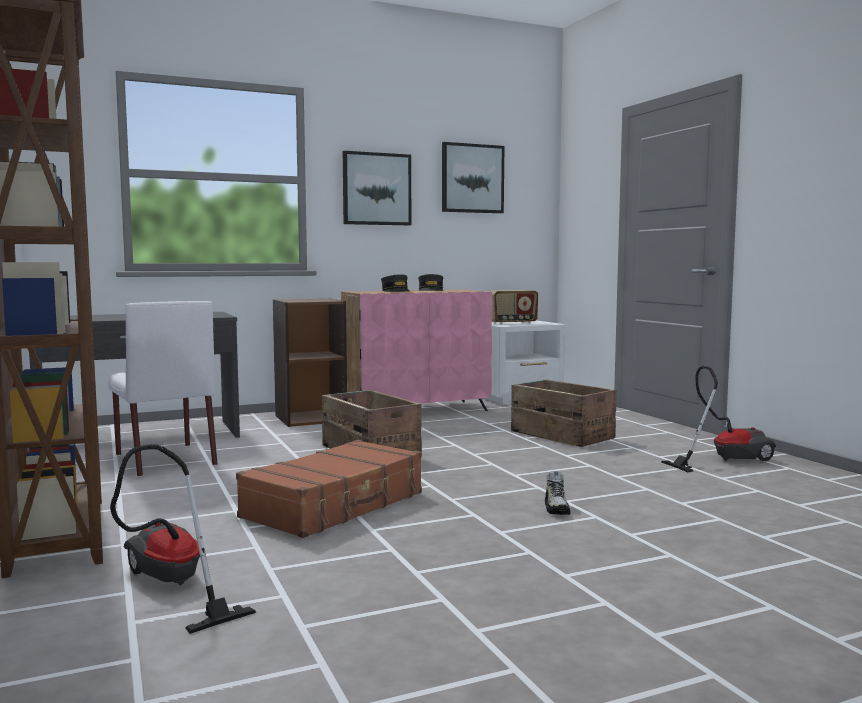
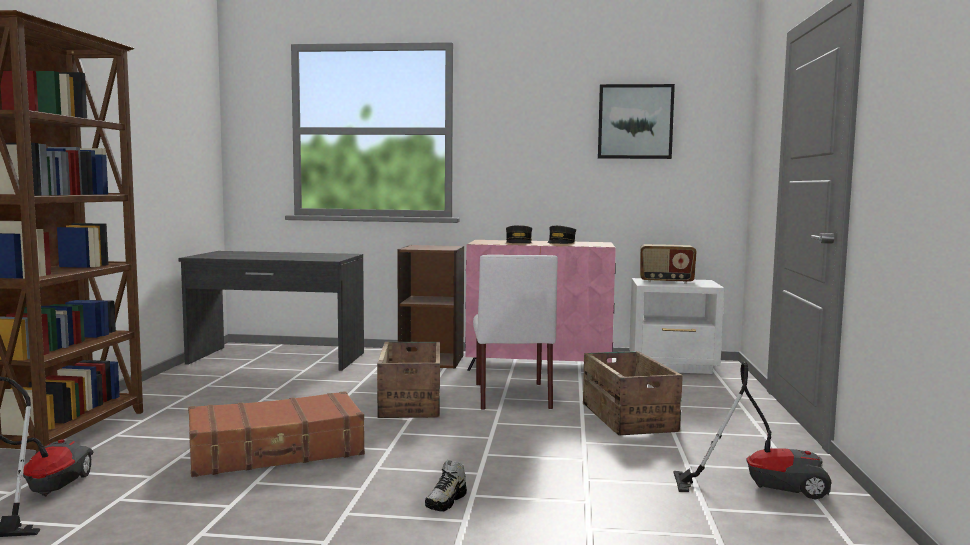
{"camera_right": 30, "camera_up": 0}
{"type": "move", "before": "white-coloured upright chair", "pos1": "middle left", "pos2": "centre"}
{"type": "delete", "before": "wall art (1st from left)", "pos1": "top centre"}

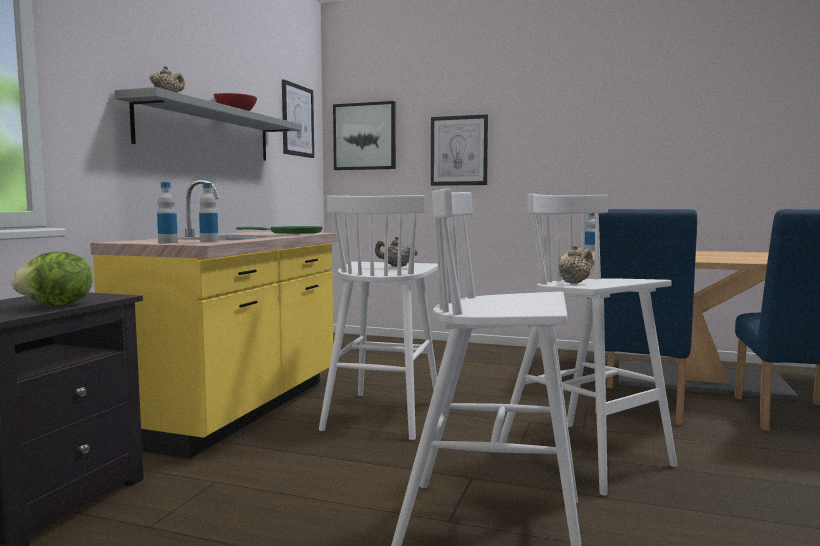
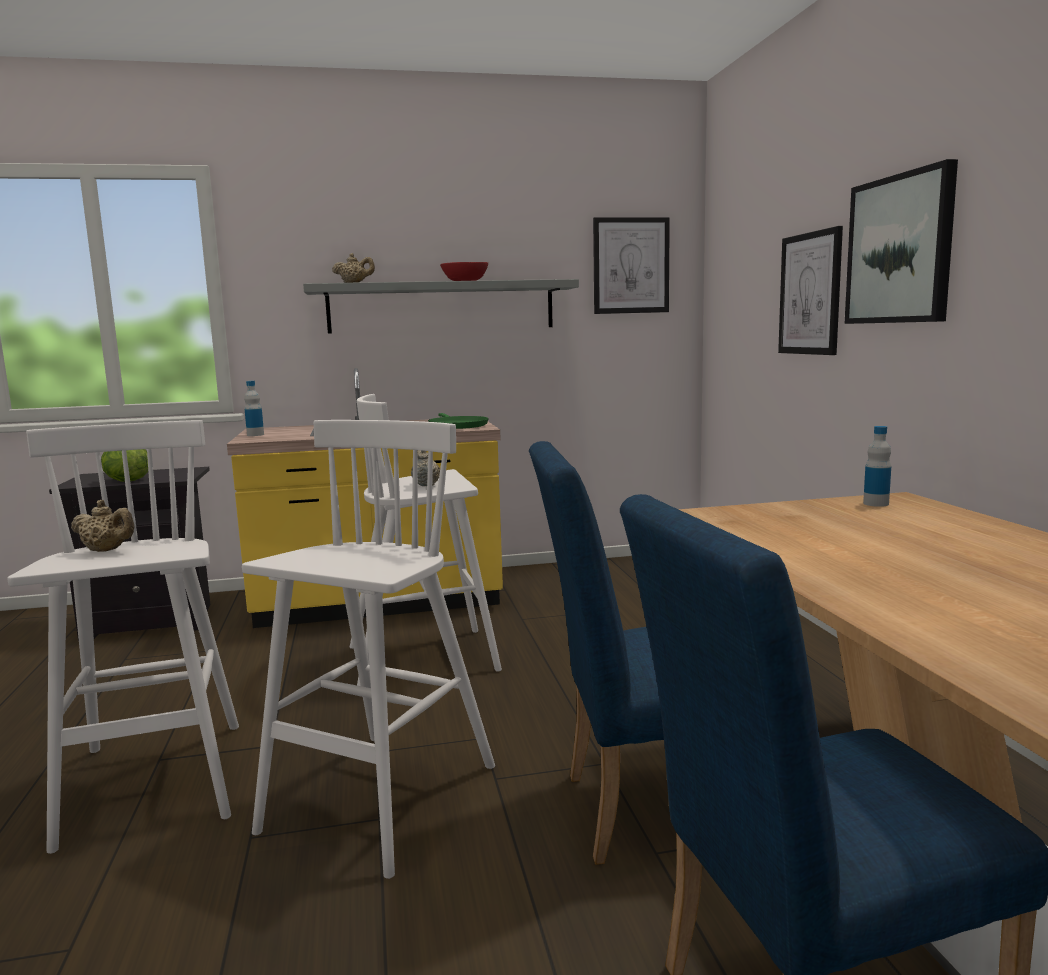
{"camera_right": 60, "camera_up": 5}
{"type": "move", "before": "beige tea pot (3rd from left in the first image)", "after": "beige tea pot (1st from left)", "pos1": "middle right", "pos2": "middle left"}
{"type": "move", "before": "wall art (2nd from left in the first image)", "after": "wall art (3rd from left)", "pos1": "top centre", "pos2": "top right"}
{"type": "delete", "before": "drink bottle (2nd from left)", "pos1": "middle left"}

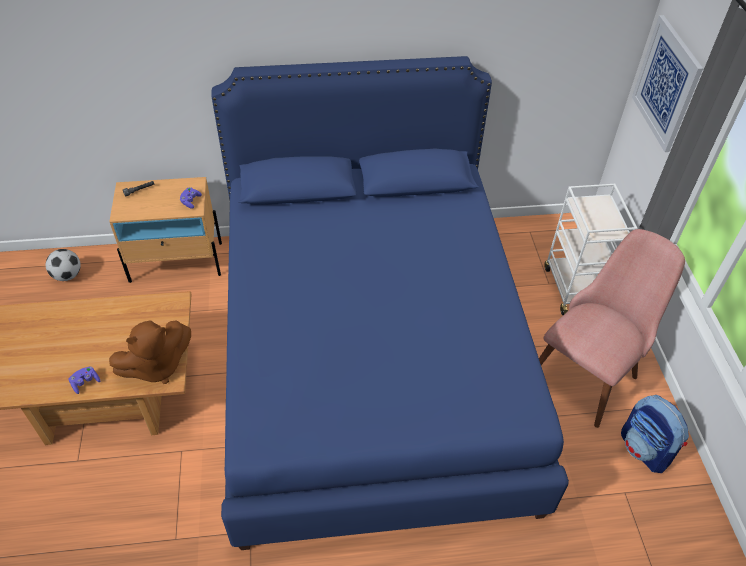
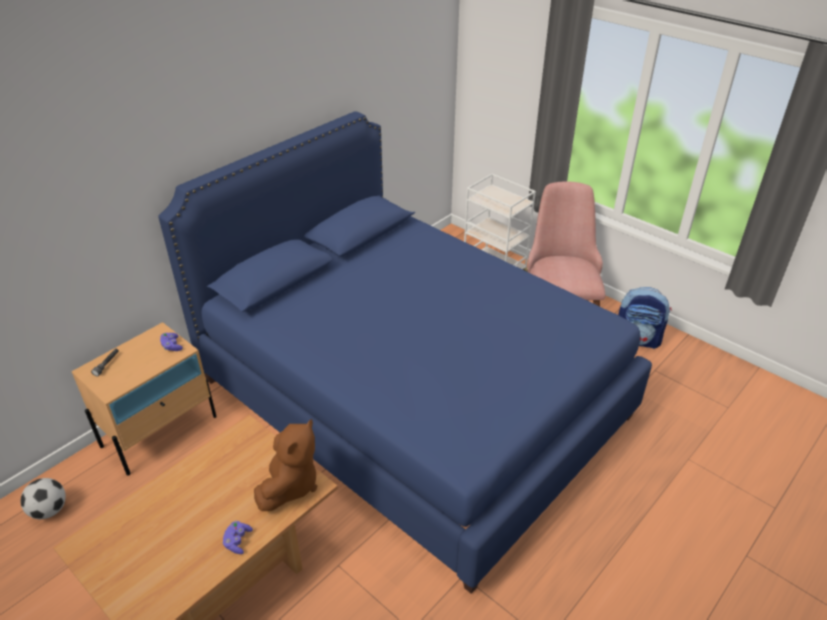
{"camera_right": -40, "camera_up": -10}
{"type": "delete", "before": "wall art", "pos1": "top right"}

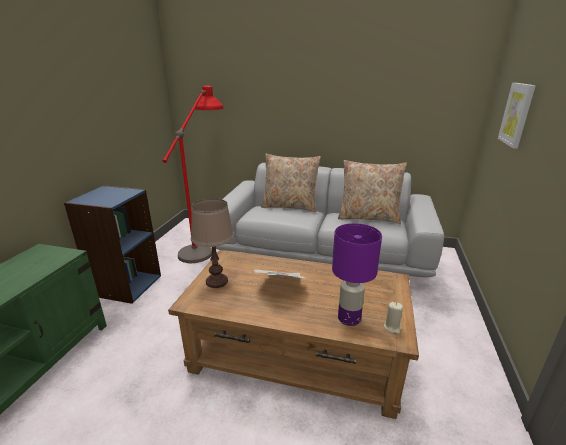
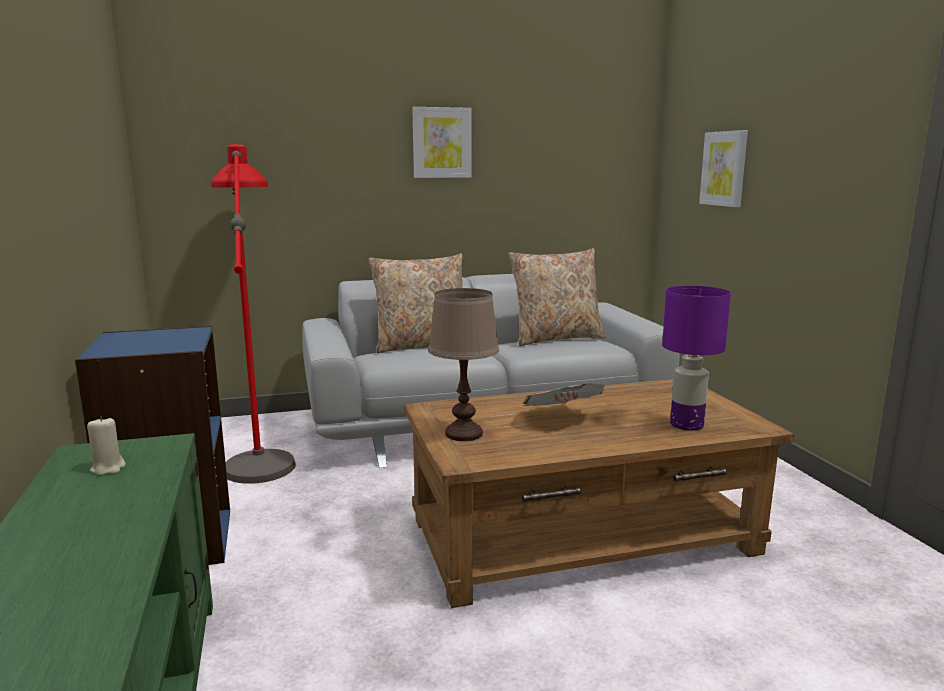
{"camera_right": -30, "camera_up": -10}
{"type": "move", "before": "beige wax light", "pos1": "bottom right", "pos2": "middle left"}
{"type": "insert", "after": "wall art (1st from left)", "pos2": "top centre"}

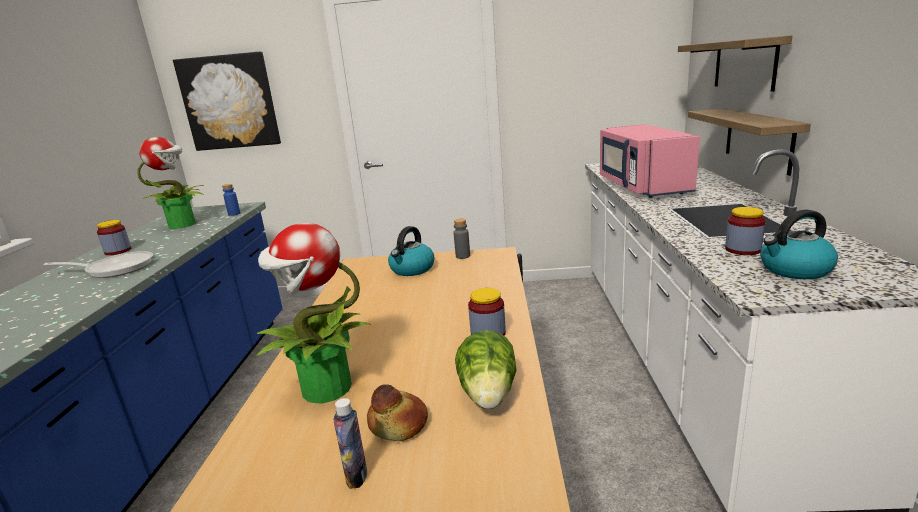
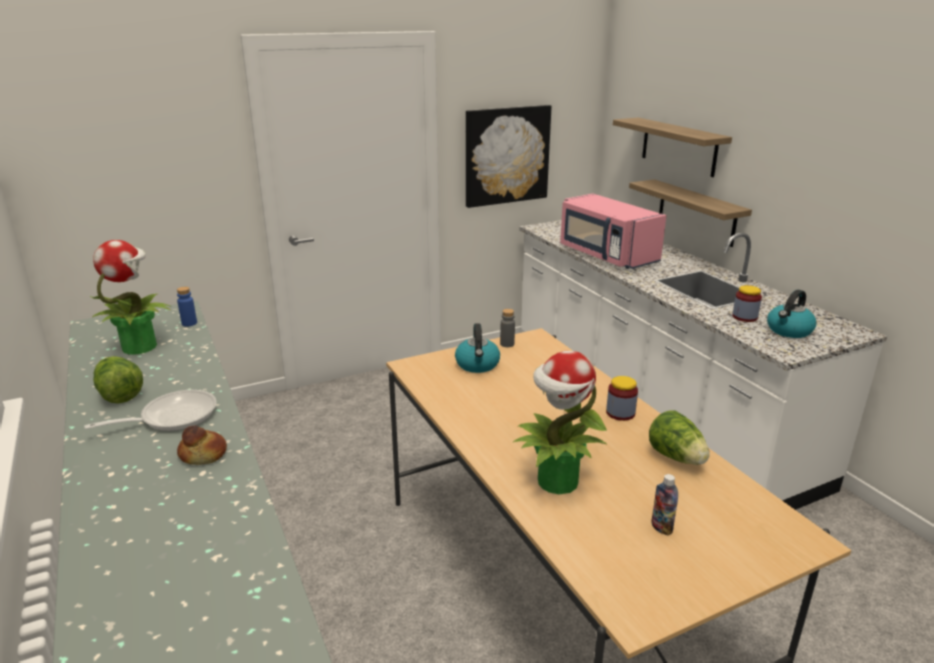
{"camera_right": -30, "camera_up": 5}
{"type": "replace", "before": "preserve jar (1st from left)", "after": "lettuce head (1st from left)", "pos1": "middle left", "pos2": "middle left"}
{"type": "move", "before": "bread", "pos1": "bottom centre", "pos2": "bottom left"}
{"type": "move", "before": "wall art", "pos1": "top left", "pos2": "top centre"}

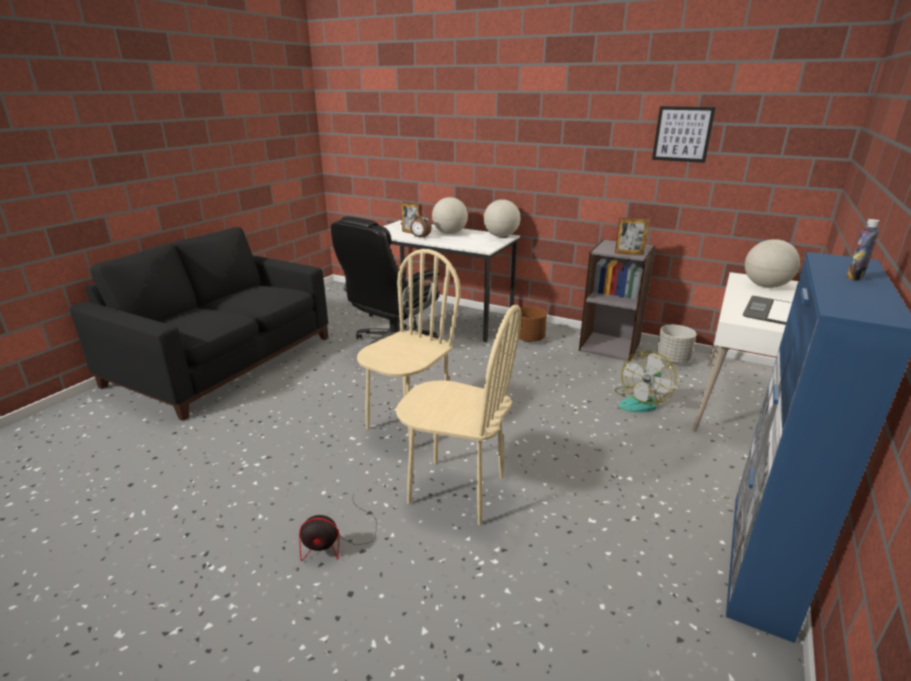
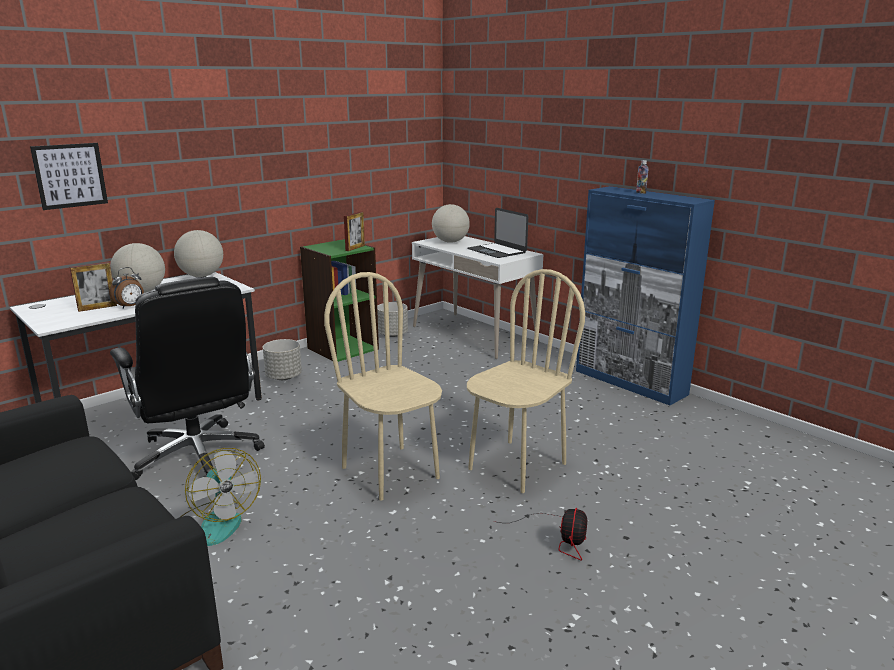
{"camera_right": -70, "camera_up": -5}
{"type": "move", "before": "wall art", "pos1": "top right", "pos2": "top left"}
{"type": "move", "before": "cooling fan (2nd from left in the first image)", "after": "cooling fan (1st from left)", "pos1": "middle right", "pos2": "bottom left"}
{"type": "recolor", "before": "brownish flower pot", "after": "greyish flower pot (1st from left)", "pos1": "centre", "pos2": "middle left"}
{"type": "recolor", "before": "greyish shelving unit", "after": "greenish shelving unit", "pos1": "middle right", "pos2": "centre"}

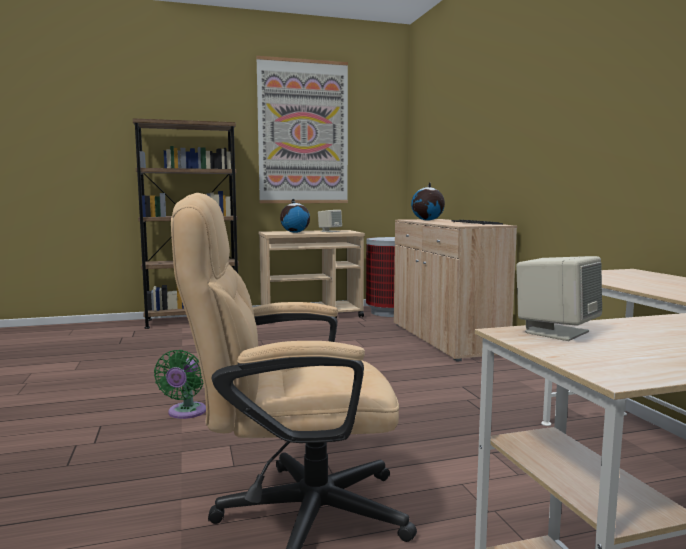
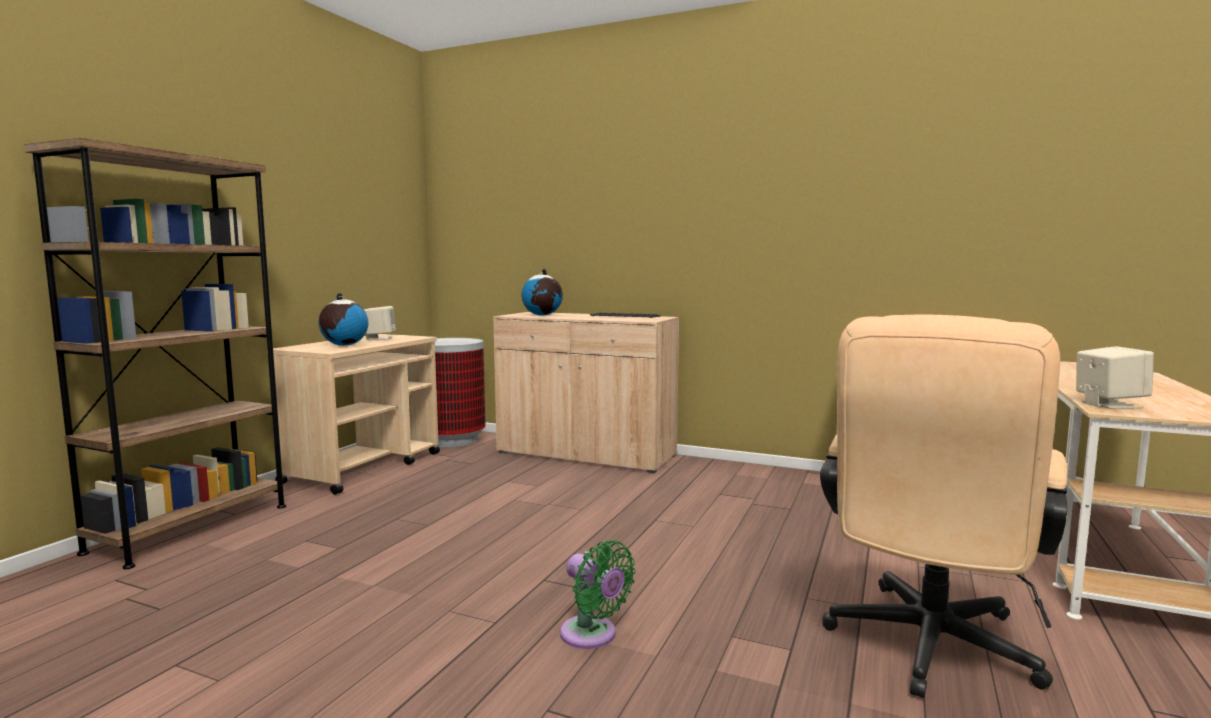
{"camera_right": -50, "camera_up": 0}
{"type": "delete", "before": "wall art", "pos1": "top centre"}

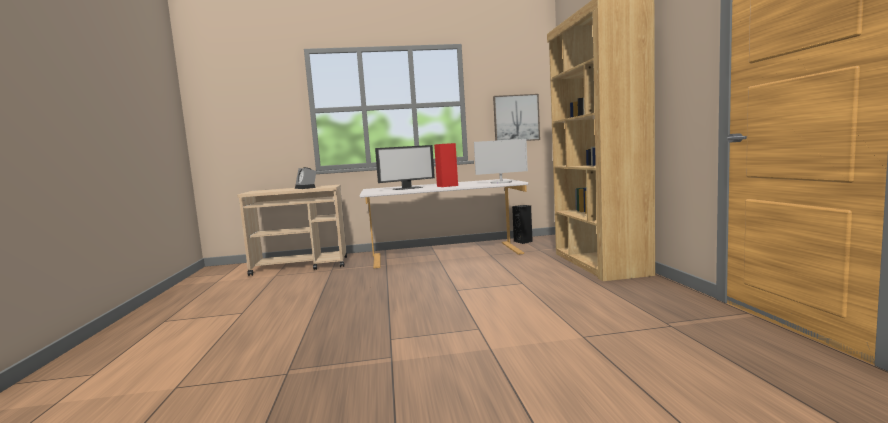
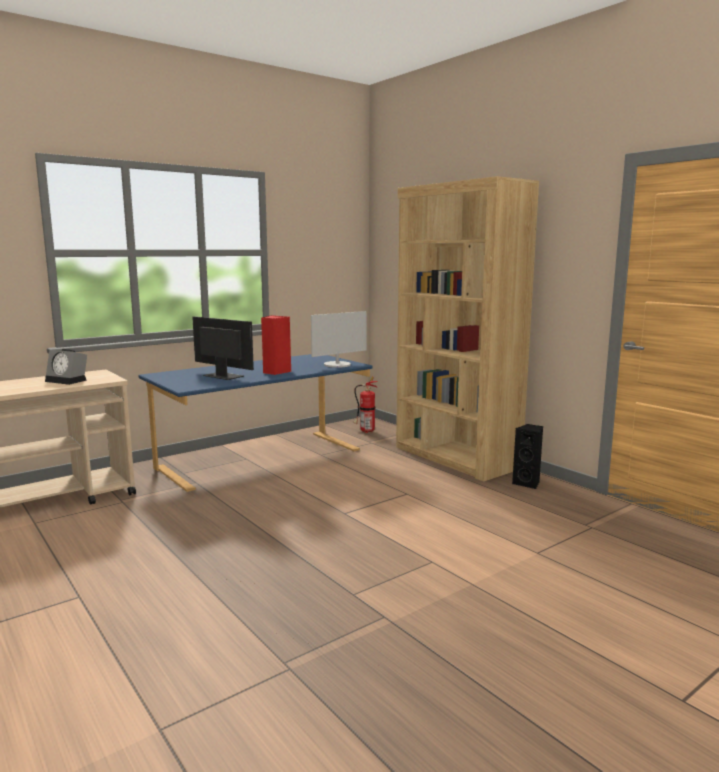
{"camera_right": -30, "camera_up": 5}
{"type": "recolor", "before": "white-coloured desk unit", "after": "blue-coloured desk unit", "pos1": "centre", "pos2": "centre"}
{"type": "rotate", "before": "monitor (1st from left)", "pos1": "centre", "pos2": "middle left", "turn": -90}
{"type": "insert", "after": "fire extinguisher", "pos2": "centre"}
{"type": "move", "before": "black audio speaker", "pos1": "centre", "pos2": "middle right"}
{"type": "delete", "before": "wall art", "pos1": "top centre"}

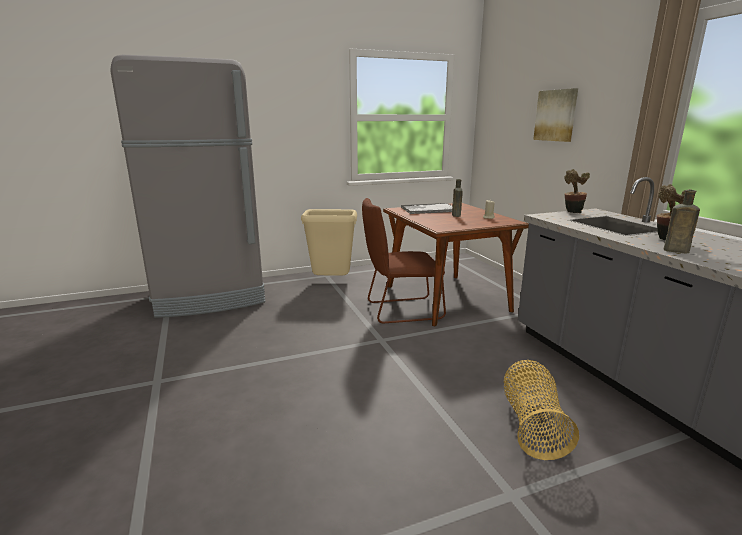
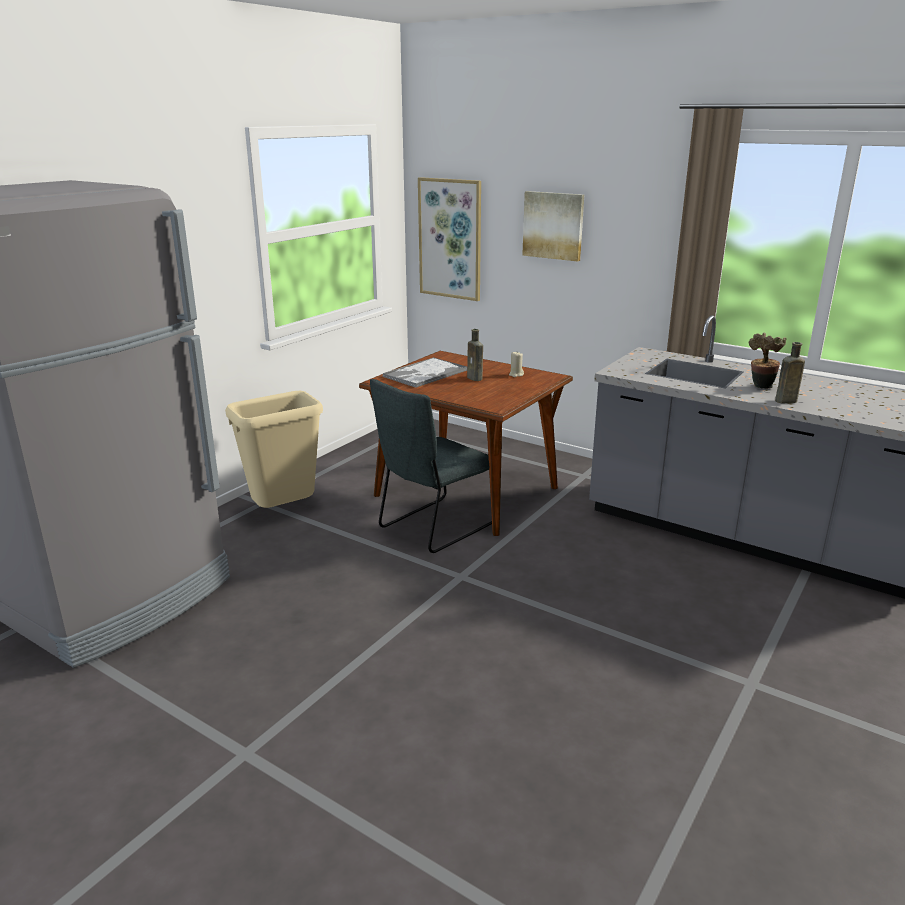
{"camera_right": -35, "camera_up": 5}
{"type": "recolor", "before": "brownish upright chair", "after": "greyish upright chair", "pos1": "centre", "pos2": "centre"}
{"type": "insert", "after": "wall art (1st from left)", "pos2": "top centre"}
{"type": "delete", "before": "household basket", "pos1": "bottom right"}
{"type": "delete", "before": "plant in a pot (1st from left)", "pos1": "middle right"}

